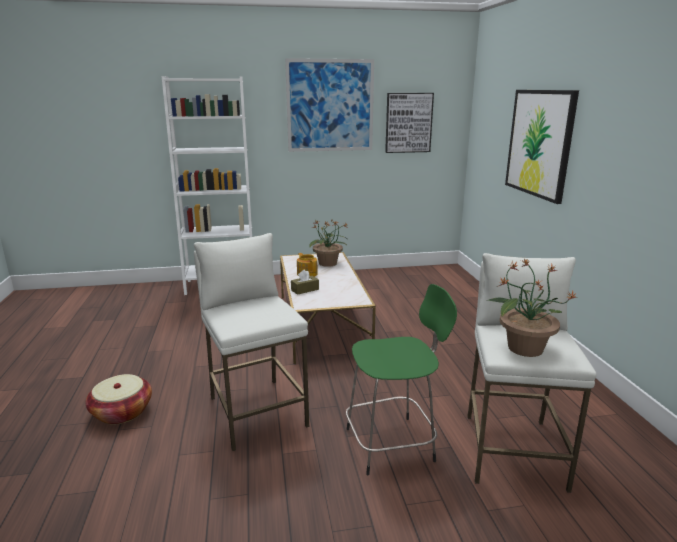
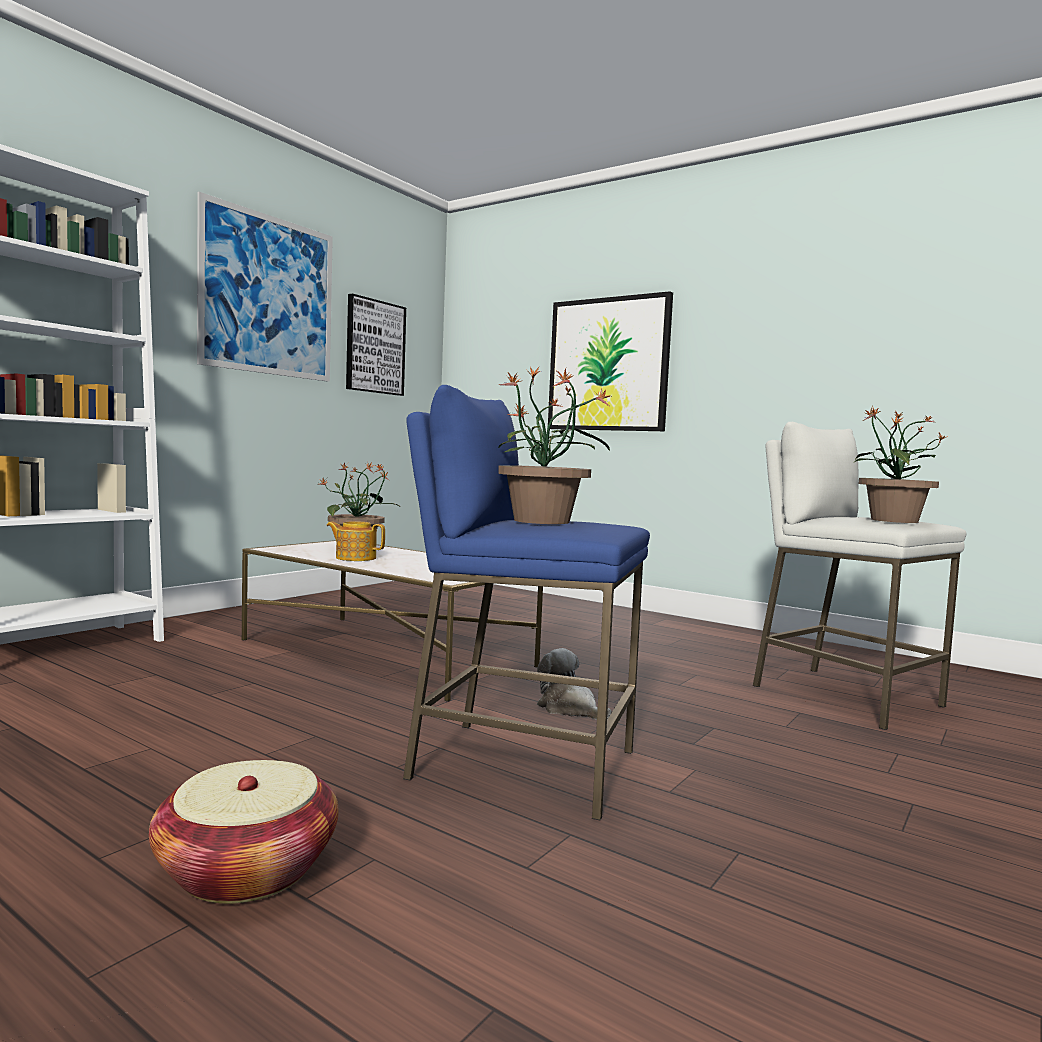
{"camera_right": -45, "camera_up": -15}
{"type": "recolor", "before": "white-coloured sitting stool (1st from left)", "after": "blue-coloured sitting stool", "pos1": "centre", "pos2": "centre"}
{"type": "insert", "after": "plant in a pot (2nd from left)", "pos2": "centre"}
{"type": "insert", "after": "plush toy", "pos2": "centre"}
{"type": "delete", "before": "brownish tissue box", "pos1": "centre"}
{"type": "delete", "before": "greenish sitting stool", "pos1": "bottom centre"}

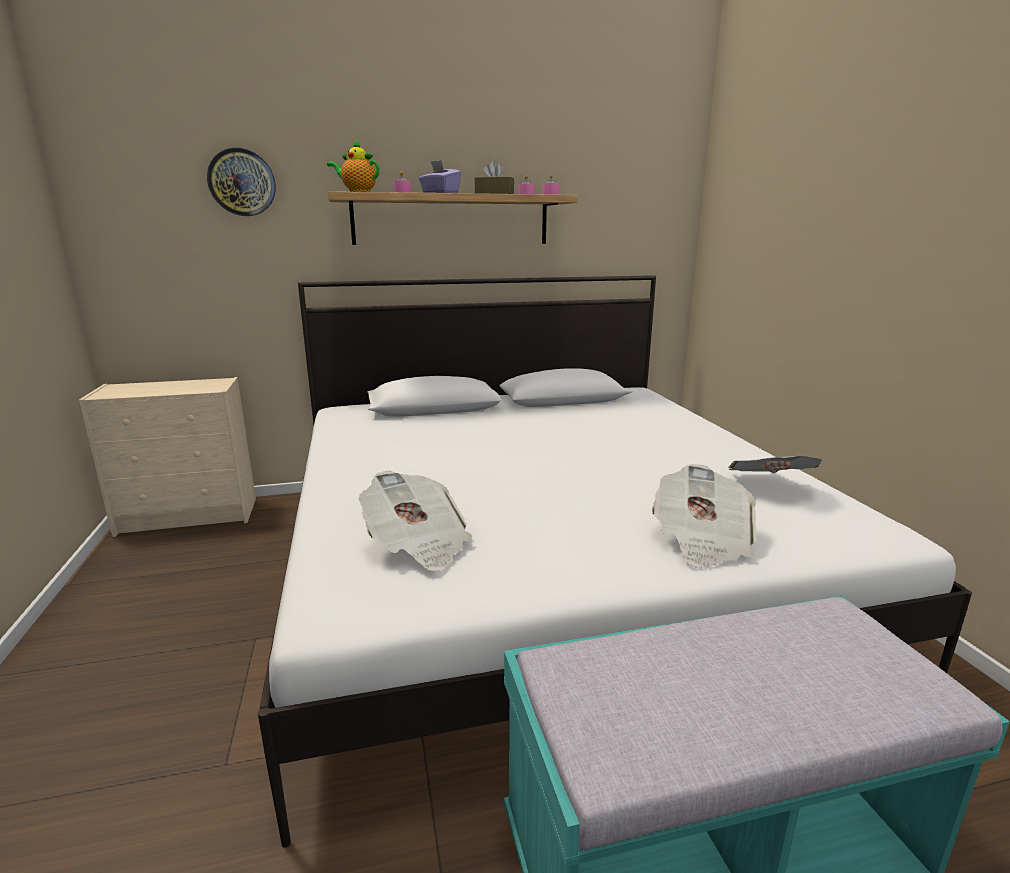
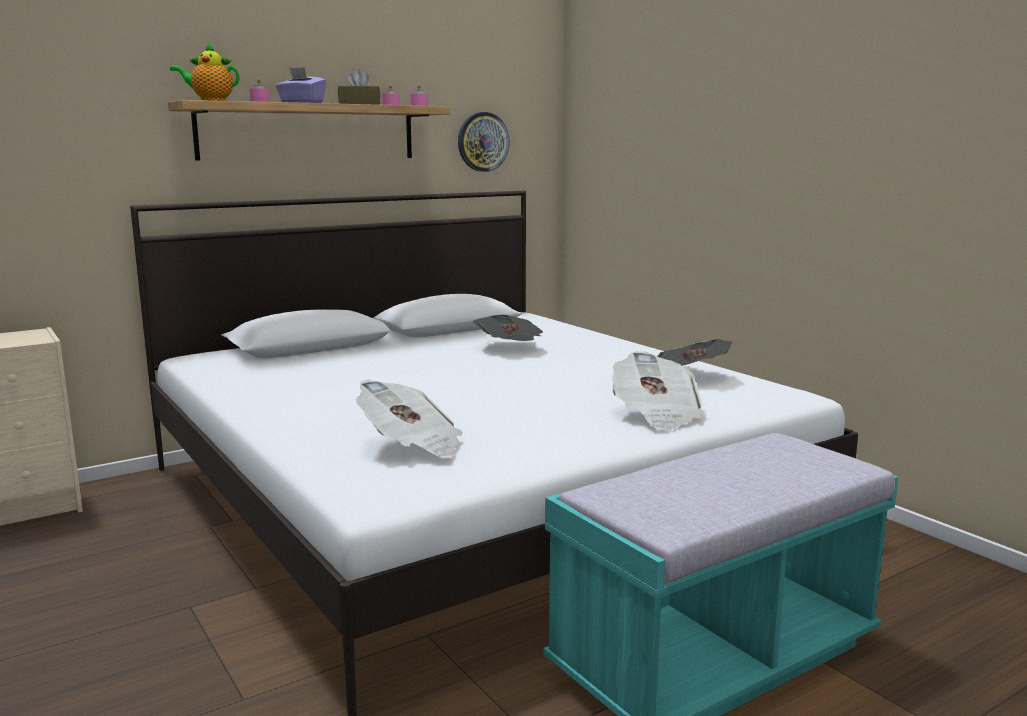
{"camera_right": -20, "camera_up": -5}
{"type": "move", "before": "hanging clock", "pos1": "top left", "pos2": "top centre"}
{"type": "insert", "after": "newspaper (2nd from left)", "pos2": "centre"}

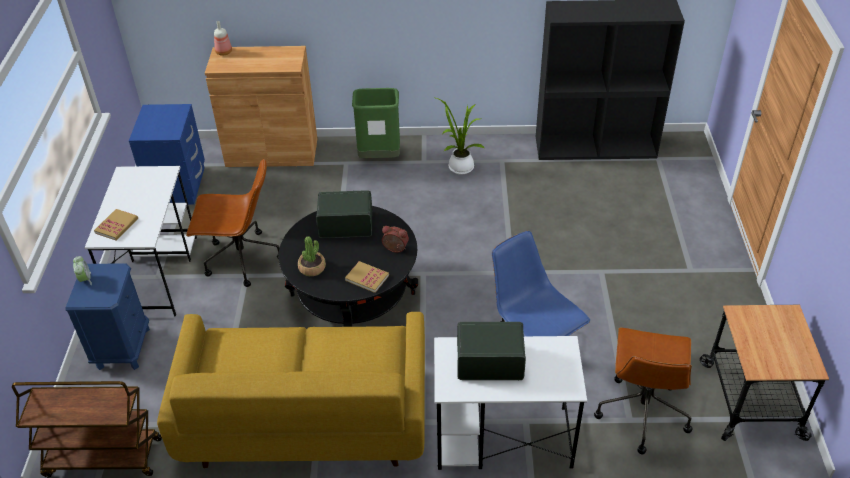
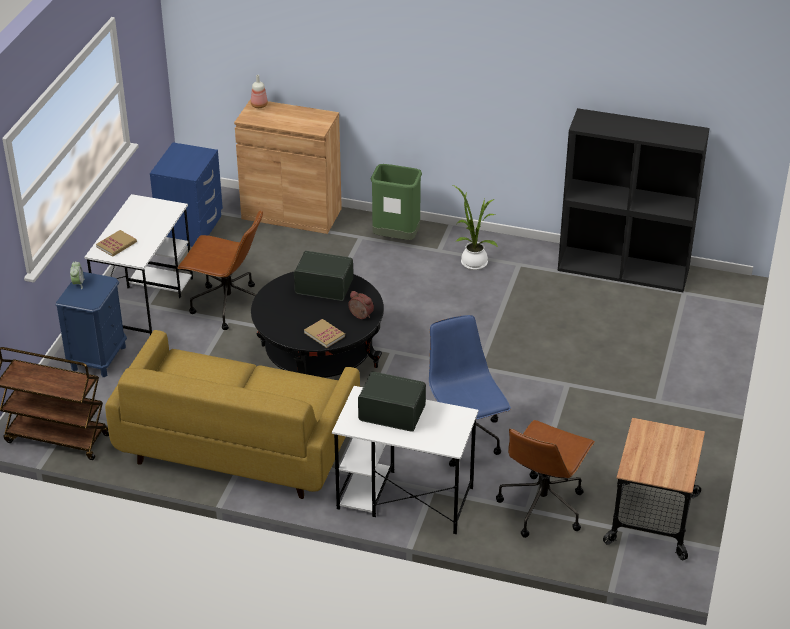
{"camera_right": 15, "camera_up": -5}
{"type": "delete", "before": "plant in a pot (1st from left)", "pos1": "centre"}

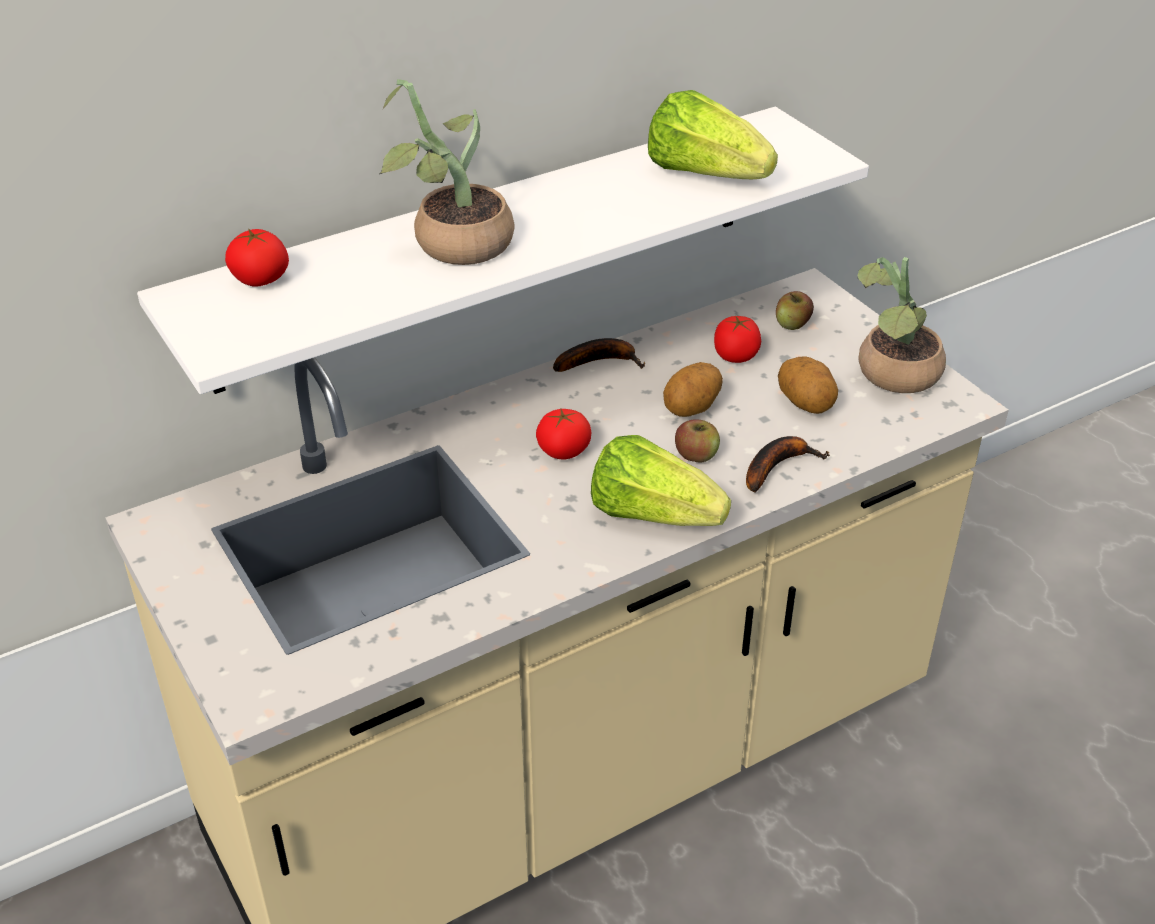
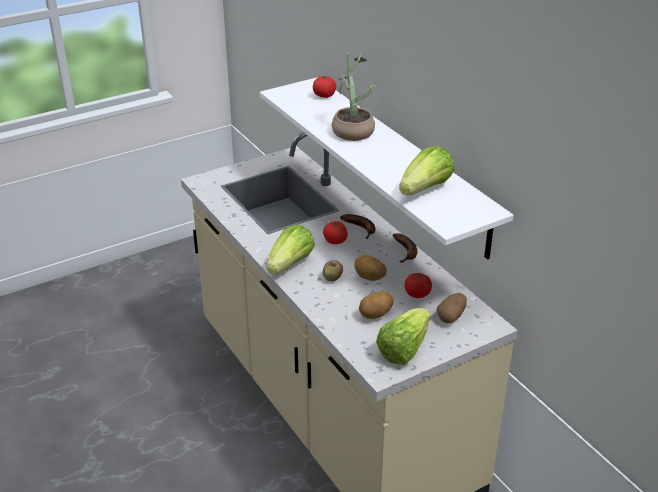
{"camera_right": 90, "camera_up": -5}
{"type": "move", "before": "whole banana (2nd from left in the first image)", "after": "whole banana (1st from left)", "pos1": "middle right", "pos2": "centre"}
{"type": "replace", "before": "plant in a pot (2nd from left)", "after": "lettuce head (2nd from left)", "pos1": "middle right", "pos2": "bottom centre"}
{"type": "replace", "before": "whole apple (2nd from left)", "after": "spud (3rd from left)", "pos1": "middle right", "pos2": "middle right"}

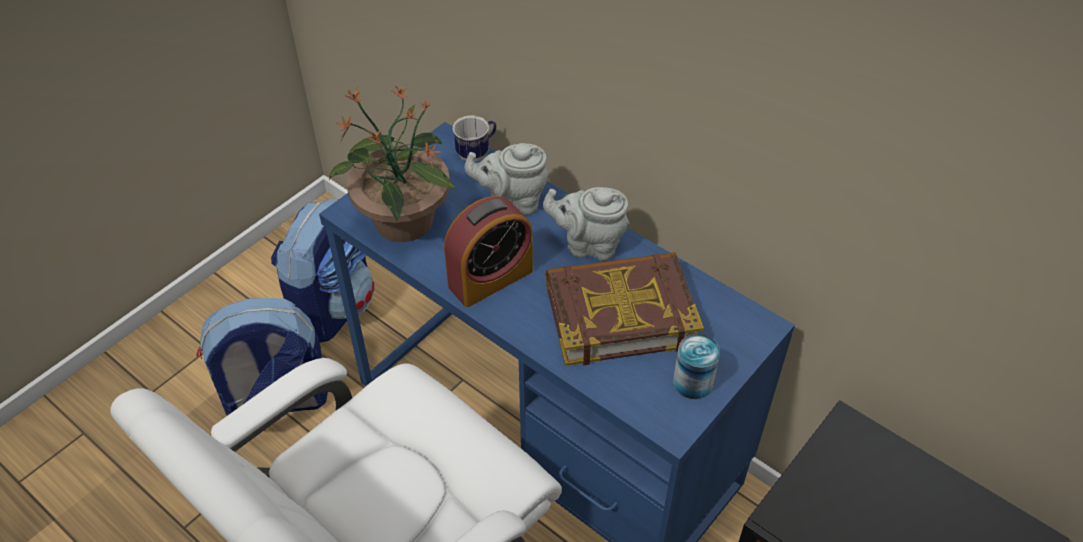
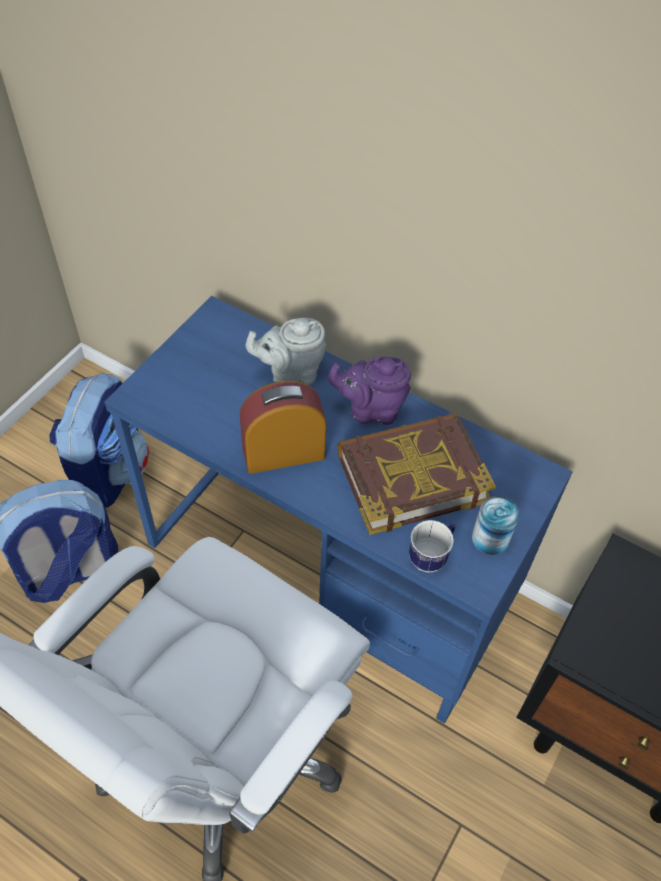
{"camera_right": -10, "camera_up": 5}
{"type": "rotate", "before": "alarm clock", "pos1": "centre", "pos2": "centre", "turn": -150}
{"type": "recolor", "before": "greyish tea pot (2nd from left)", "after": "purple tea pot", "pos1": "centre", "pos2": "centre"}
{"type": "move", "before": "mug", "pos1": "top centre", "pos2": "centre"}
{"type": "delete", "before": "plant in a pot", "pos1": "top centre"}

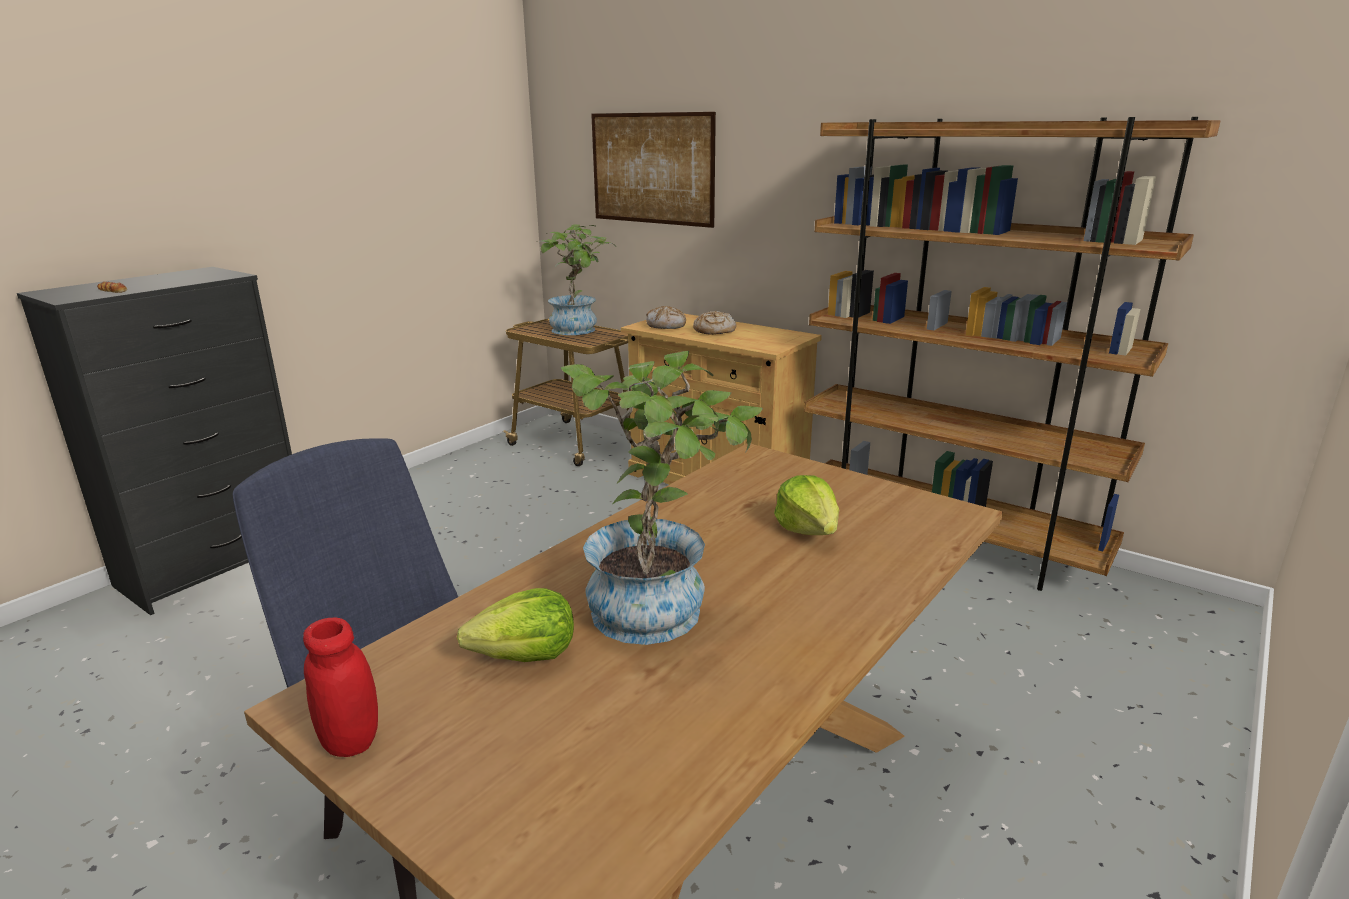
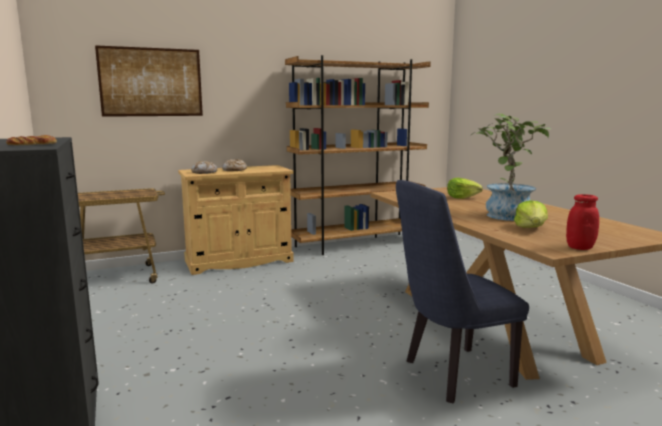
{"camera_right": -60, "camera_up": -10}
{"type": "delete", "before": "plant in a pot (1st from left)", "pos1": "top centre"}

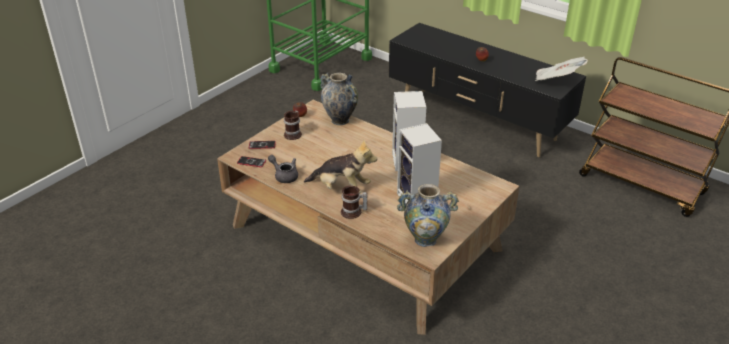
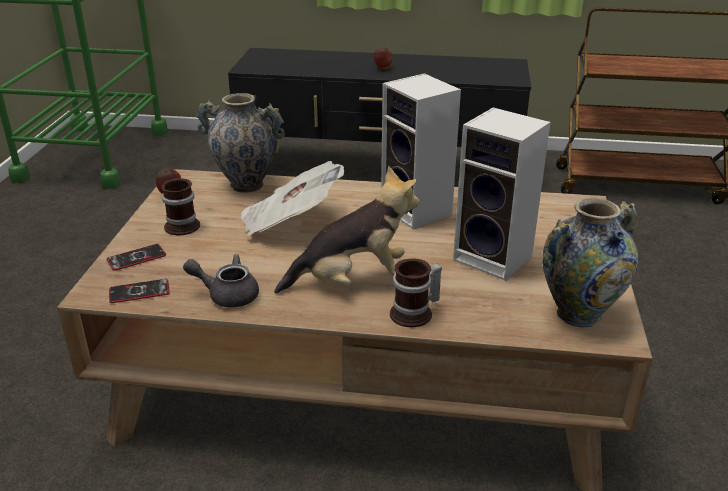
{"camera_right": -30, "camera_up": -5}
{"type": "move", "before": "newspaper", "pos1": "top right", "pos2": "centre"}

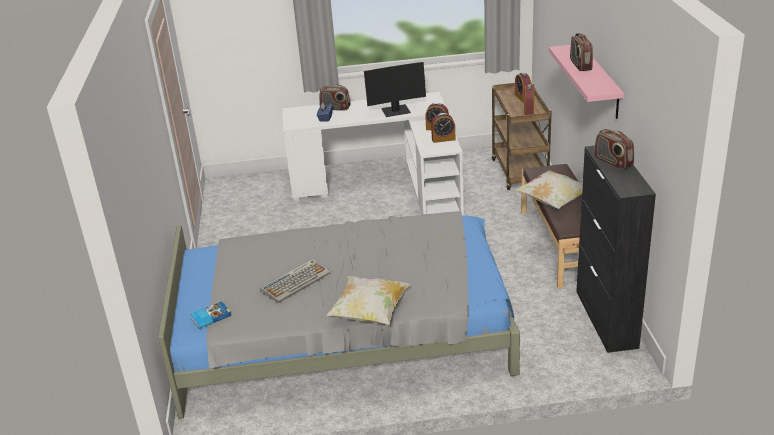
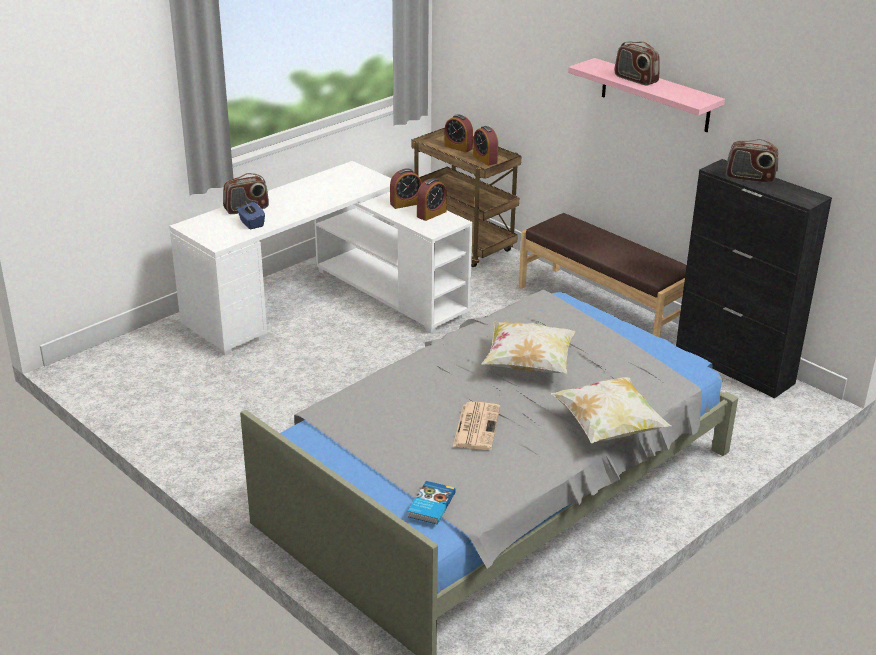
{"camera_right": -40, "camera_up": 0}
{"type": "replace", "before": "keyboard", "after": "newspaper", "pos1": "centre", "pos2": "centre"}
{"type": "move", "before": "pillow (2nd from left in the first image)", "after": "pillow (1st from left)", "pos1": "middle right", "pos2": "centre"}
{"type": "delete", "before": "monitor", "pos1": "top centre"}

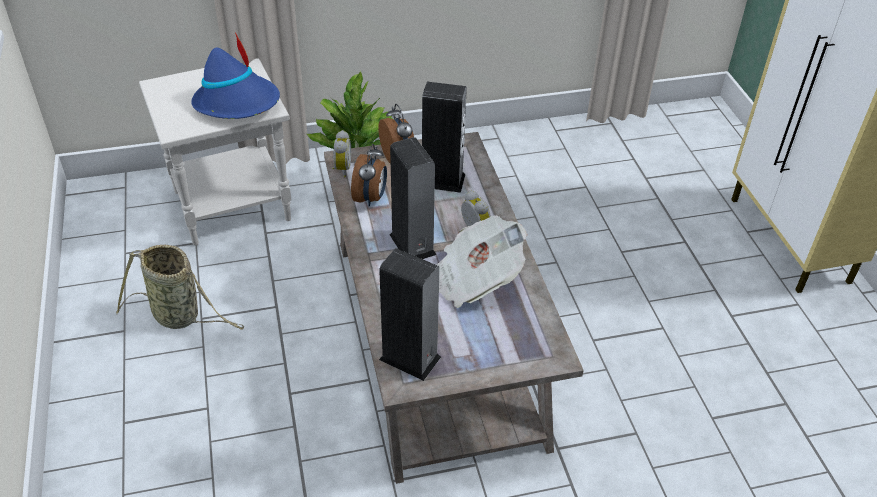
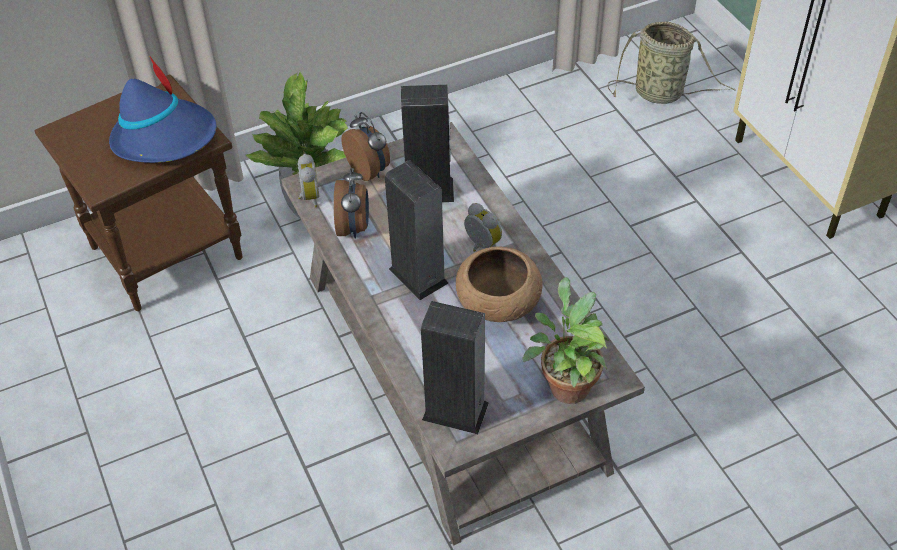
{"camera_right": -10, "camera_up": 5}
{"type": "recolor", "before": "white-coloured accent table", "after": "brownish accent table", "pos1": "top left", "pos2": "middle left"}
{"type": "replace", "before": "newspaper", "after": "brownish bowl", "pos1": "centre", "pos2": "centre"}
{"type": "insert", "after": "plant in a pot (2nd from left)", "pos2": "centre"}
{"type": "move", "before": "household basket", "pos1": "middle left", "pos2": "top right"}

